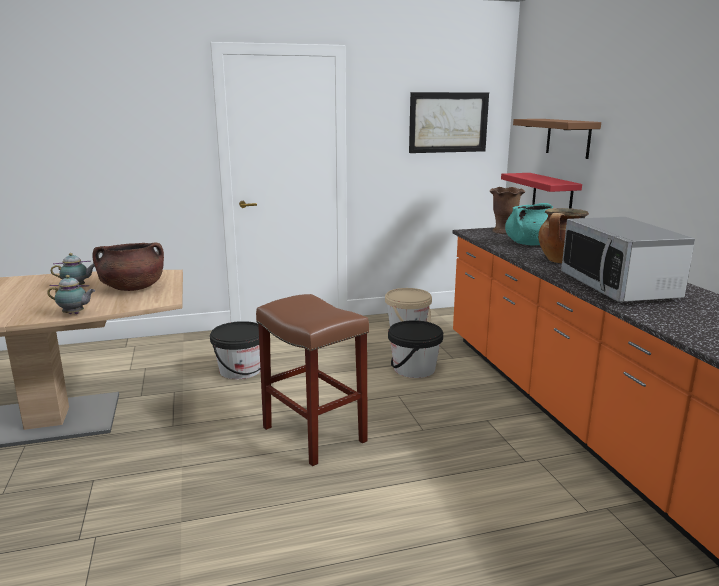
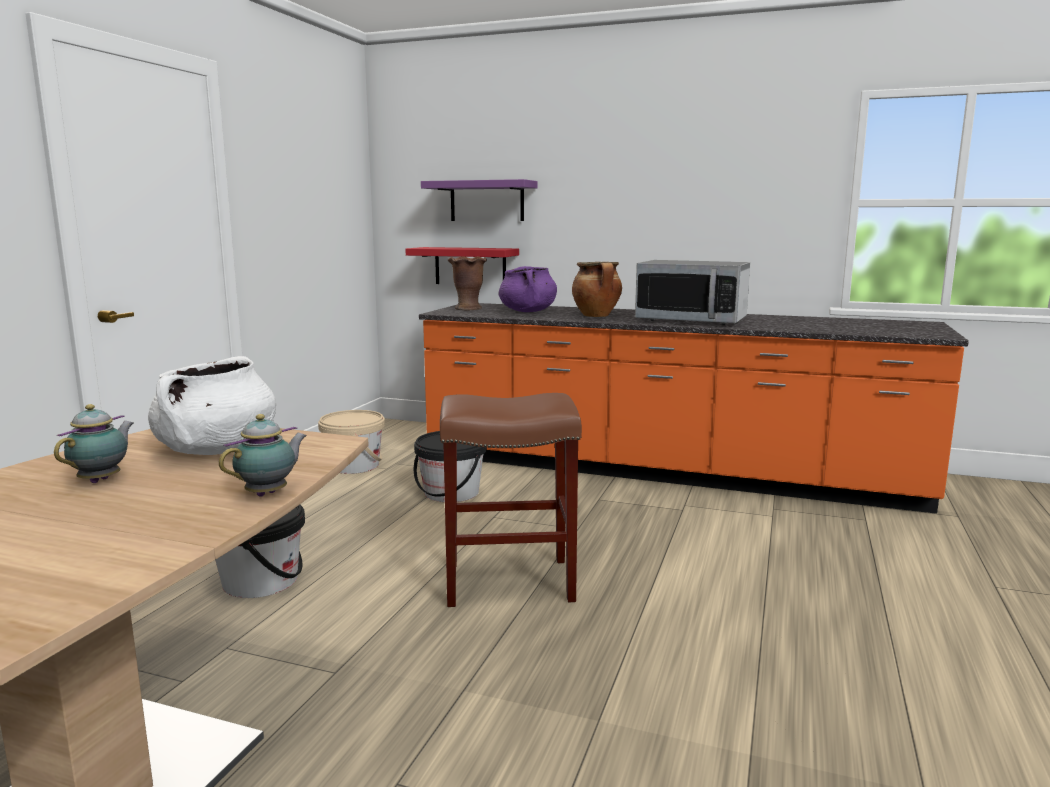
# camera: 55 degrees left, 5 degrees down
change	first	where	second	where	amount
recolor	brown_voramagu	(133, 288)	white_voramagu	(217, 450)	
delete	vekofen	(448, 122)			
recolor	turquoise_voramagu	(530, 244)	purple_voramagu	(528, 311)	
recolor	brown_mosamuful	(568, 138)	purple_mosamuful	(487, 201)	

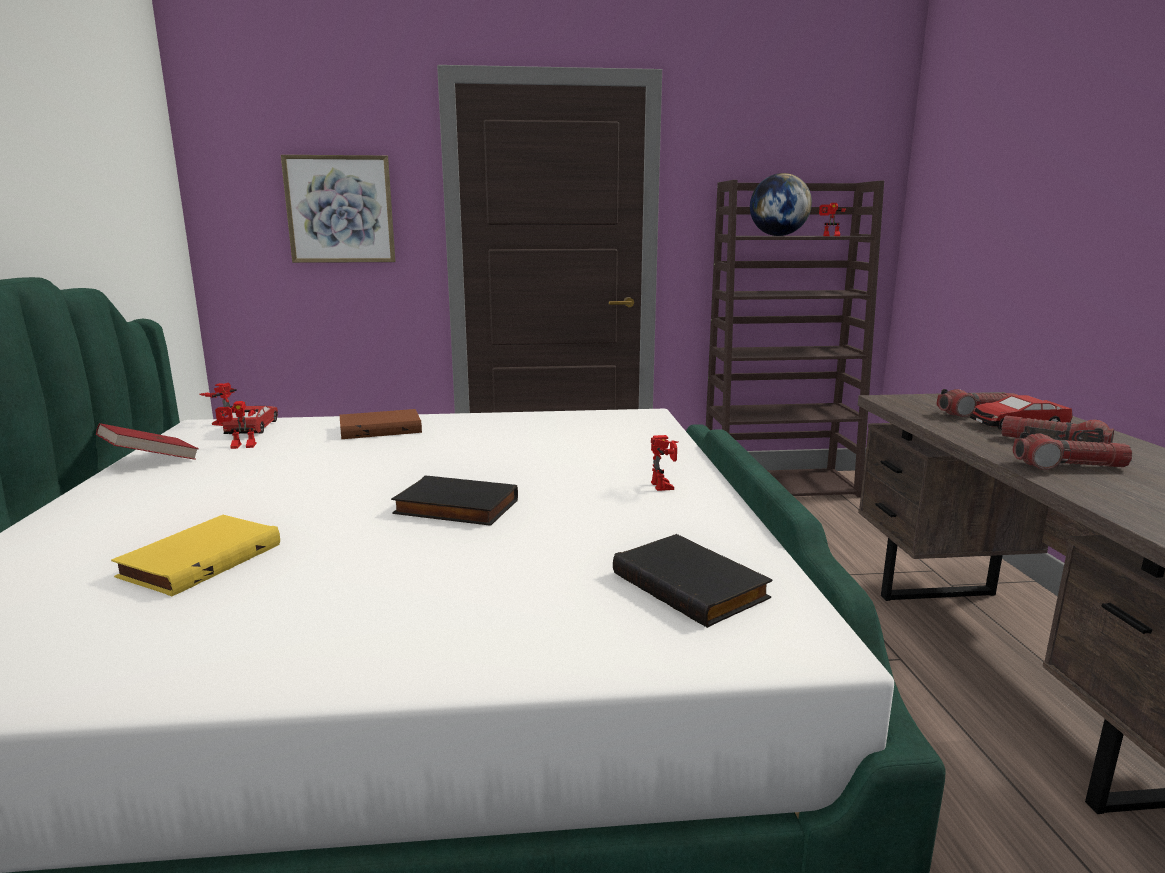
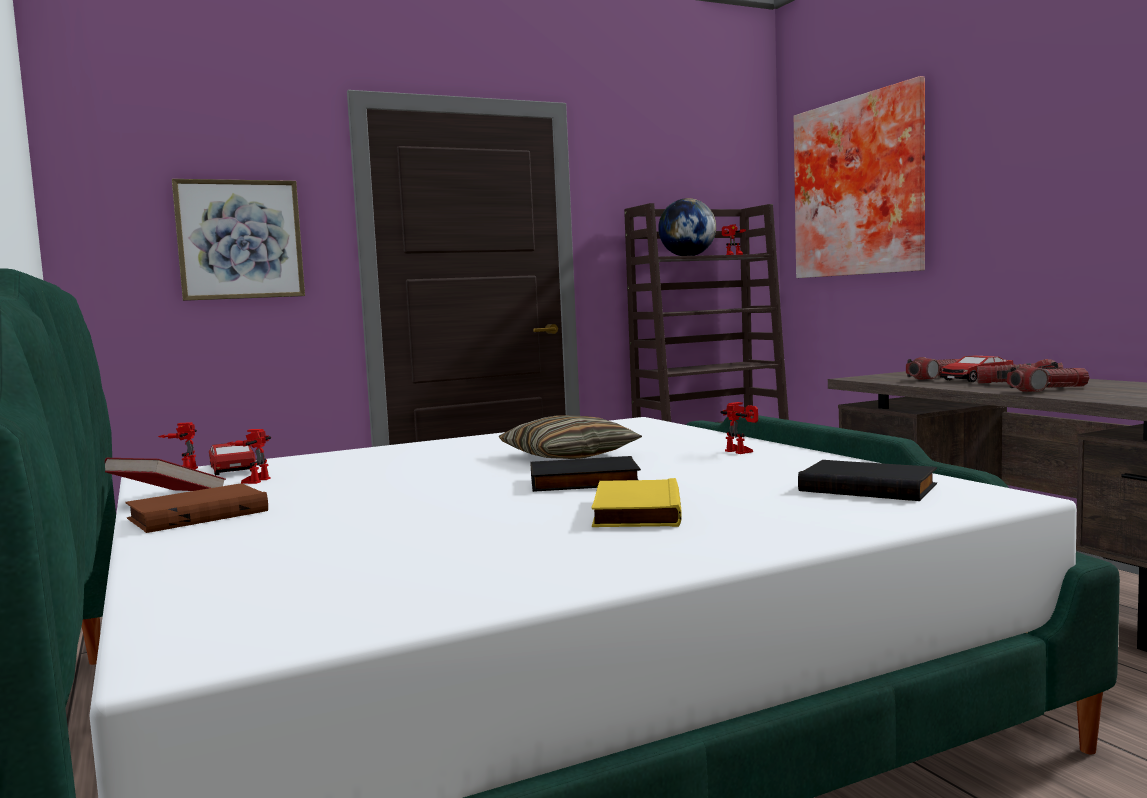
# camera: 20 degrees left, 10 degrees down
change	first	where	second	where	amount
move	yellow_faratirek	(200, 560)		(634, 511)	
rotate	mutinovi	(241, 447)		(254, 480)	135 degrees clockwise
move	brown_faratirek	(381, 428)		(198, 514)	
insert			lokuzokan	(569, 455)	
insert			vekofen	(861, 187)	

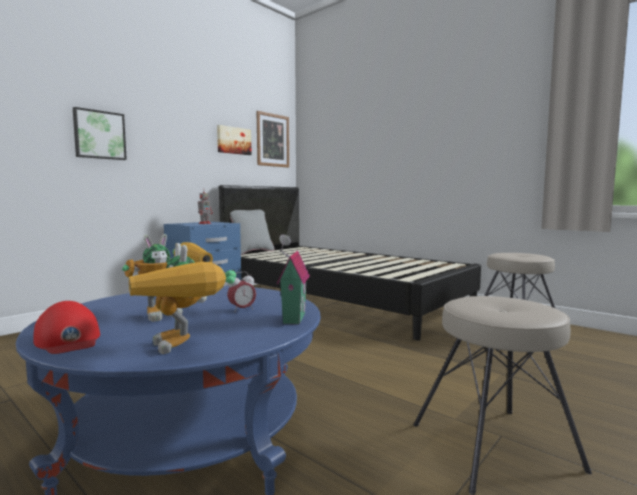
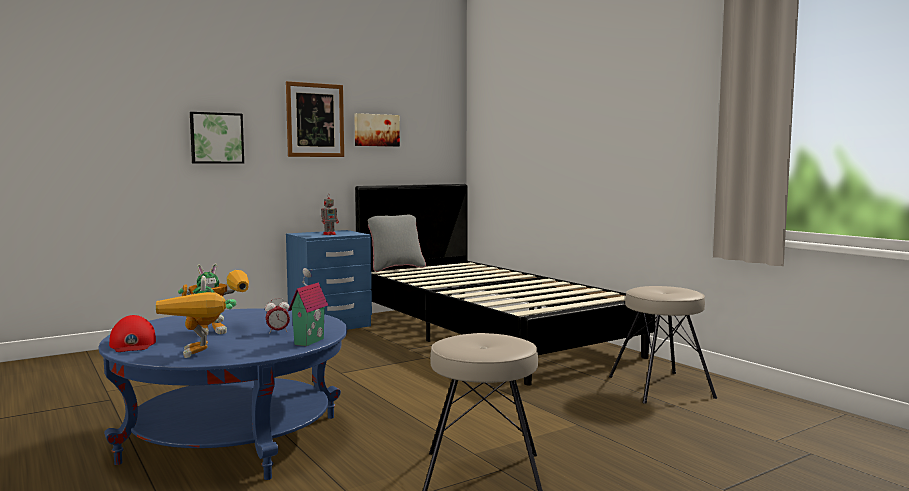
# camera: 15 degrees right, 0 degrees up
change	first	where	second	where	amount
move	vekofen	(272, 140)		(315, 120)	

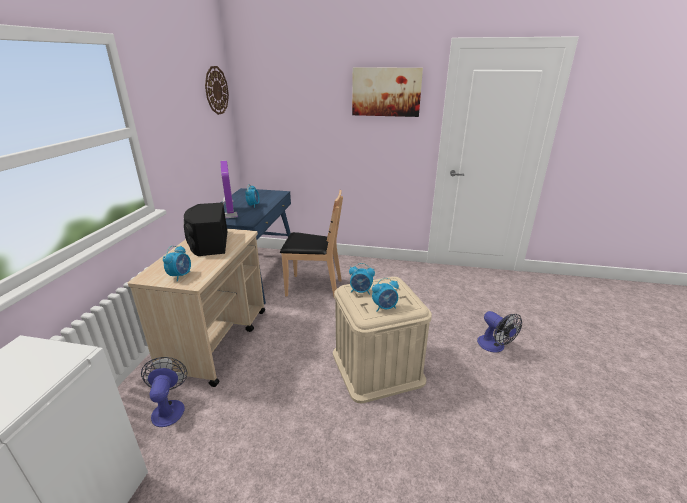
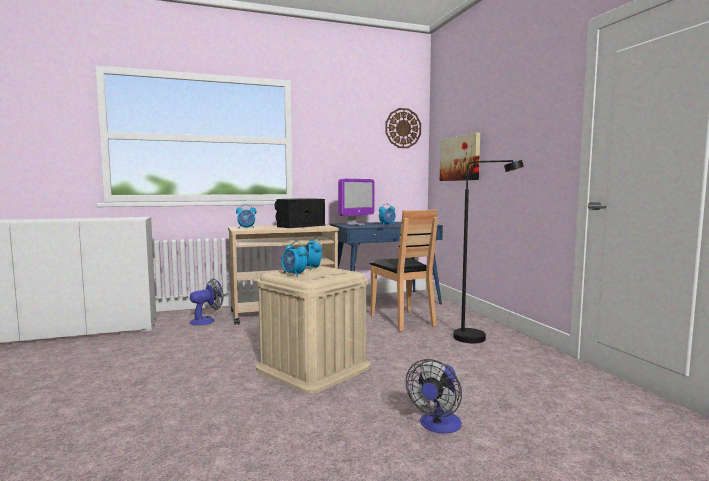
# camera: 60 degrees right, 20 degrees down
change	first	where	second	where	amount
move	vekofen	(386, 92)		(460, 158)	
insert			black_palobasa	(479, 338)	

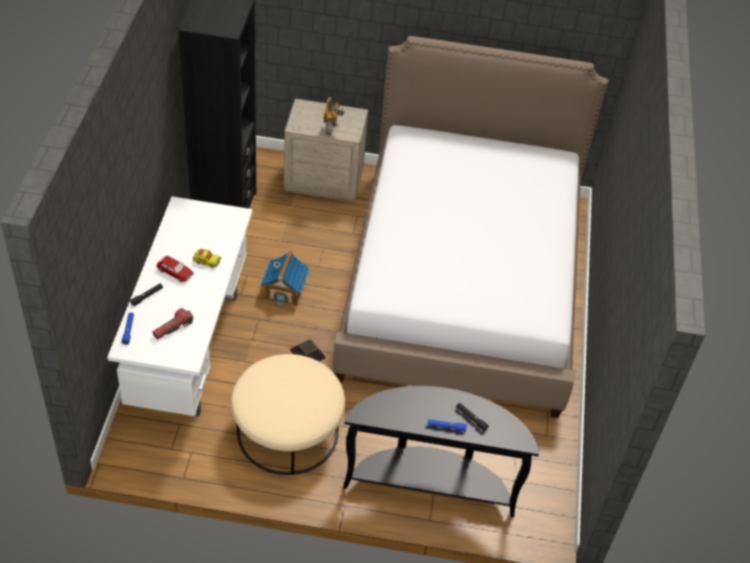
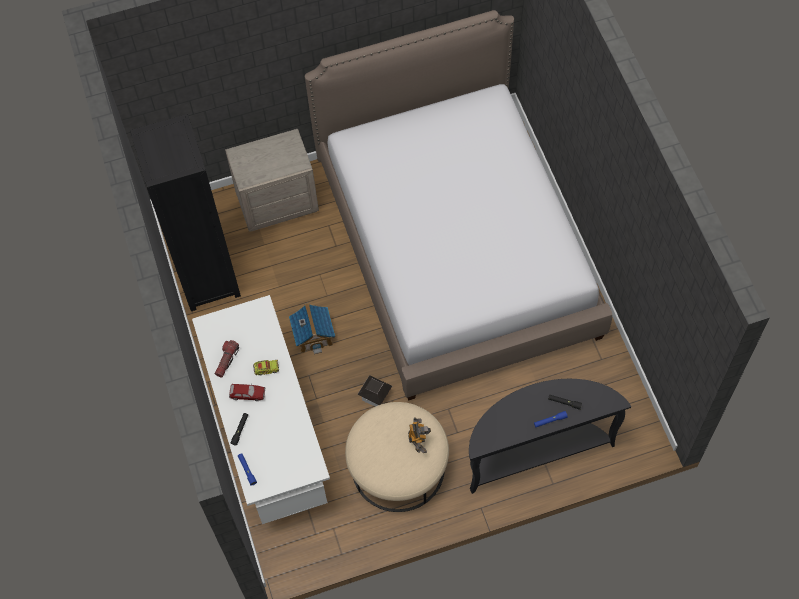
# camera: 20 degrees left, 15 degrees up
change	first	where	second	where	amount
move	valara	(173, 328)		(226, 361)	
move	mutinovi	(332, 129)		(418, 441)	

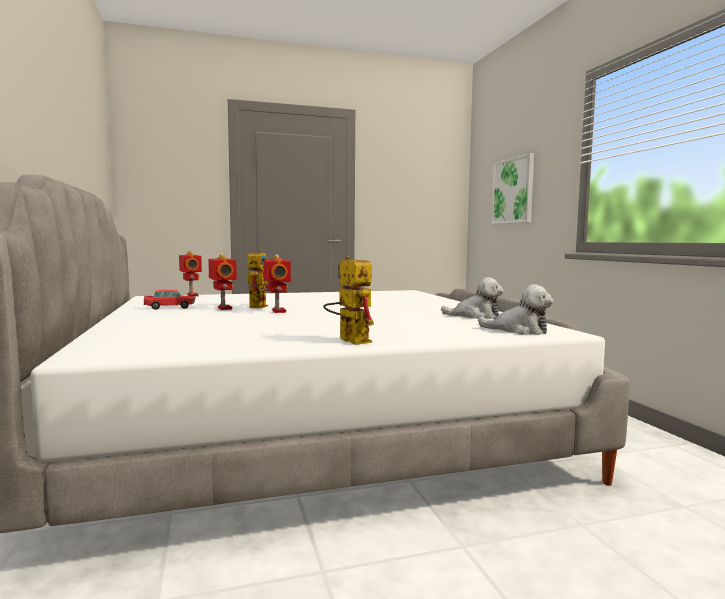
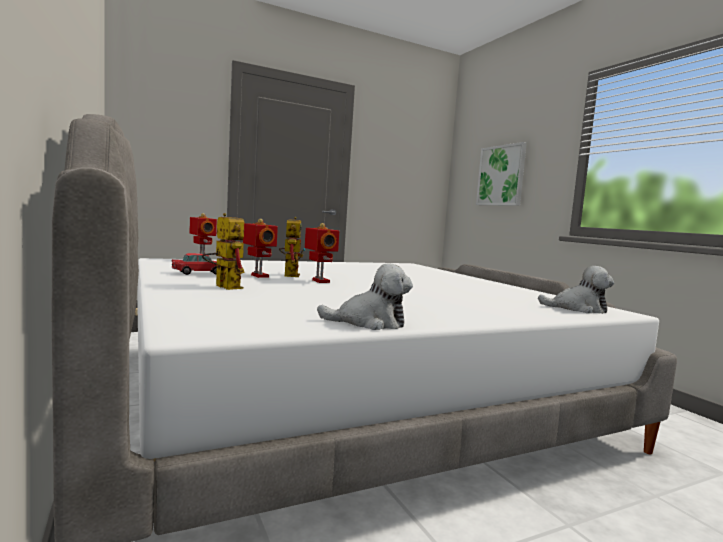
# camera: 10 degrees left, 0 degrees up
change	first	where	second	where	amount
move	mutinovi	(348, 340)		(223, 286)	
move	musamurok	(475, 316)		(369, 323)	

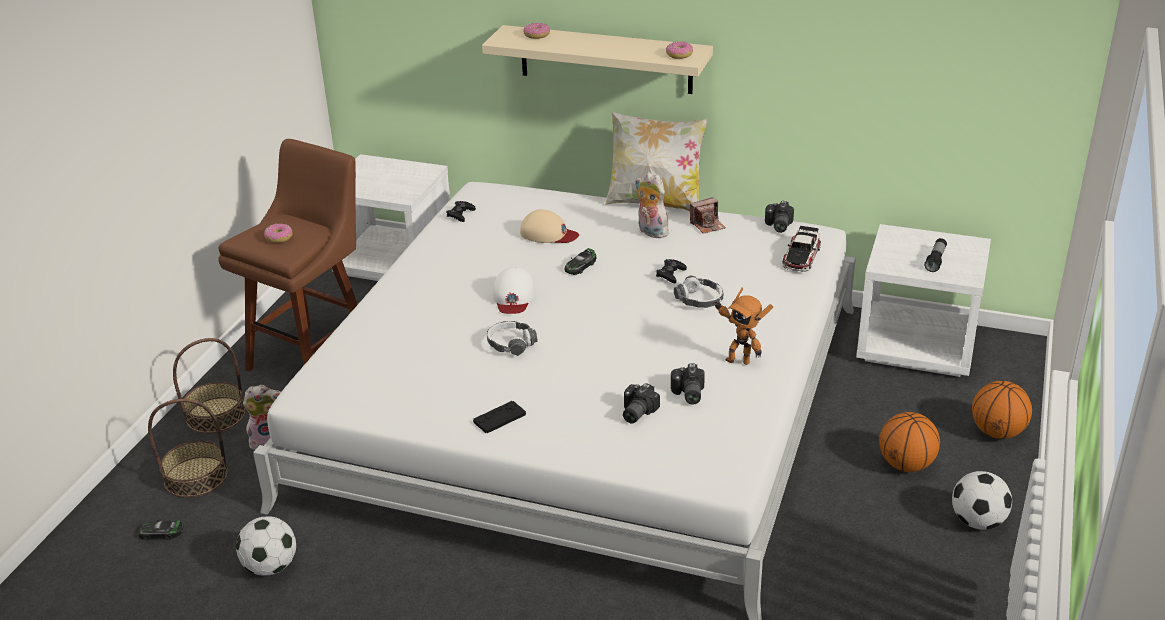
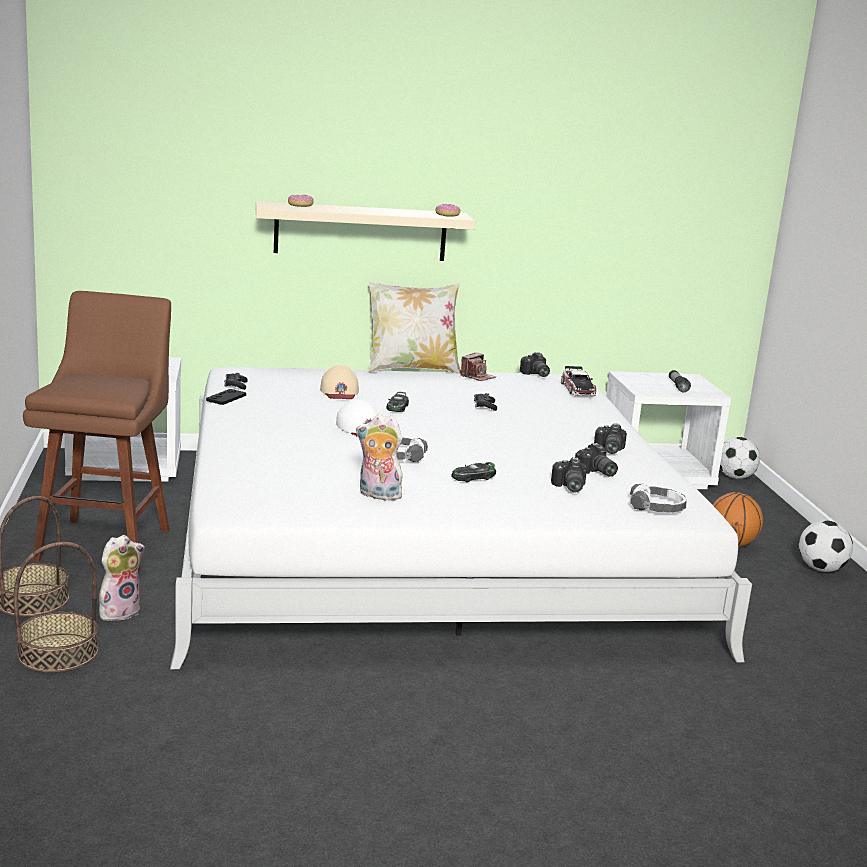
# camera: 30 degrees left, 15 degrees down
change	first	where	second	where	amount
move	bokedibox	(162, 533)		(473, 477)	
move	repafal	(271, 567)		(735, 477)	
delete	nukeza	(279, 238)			
move	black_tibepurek	(499, 418)		(226, 398)	
rotate	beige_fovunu	(548, 234)		(339, 391)	90 degrees clockwise
move	musamurok	(650, 232)		(377, 495)	
move	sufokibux	(699, 299)		(657, 508)	
replace	mutinovi	(738, 360)	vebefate	(608, 450)	
delete	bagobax	(997, 432)			

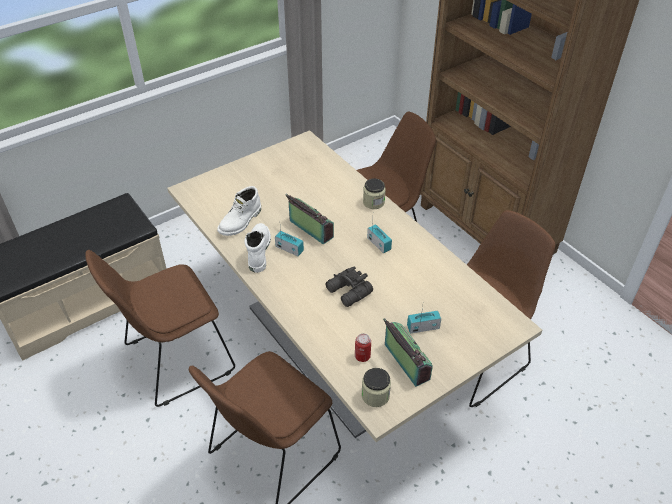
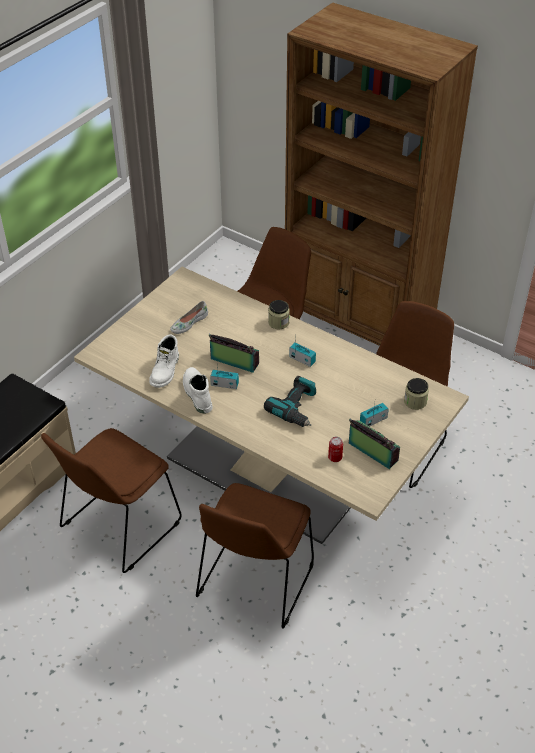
# camera: 20 degrees left, 0 degrees up
change	first	where	second	where	amount
replace	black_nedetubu	(348, 292)	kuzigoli	(297, 408)	
move	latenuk	(375, 395)		(415, 402)	
insert			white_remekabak	(188, 323)	

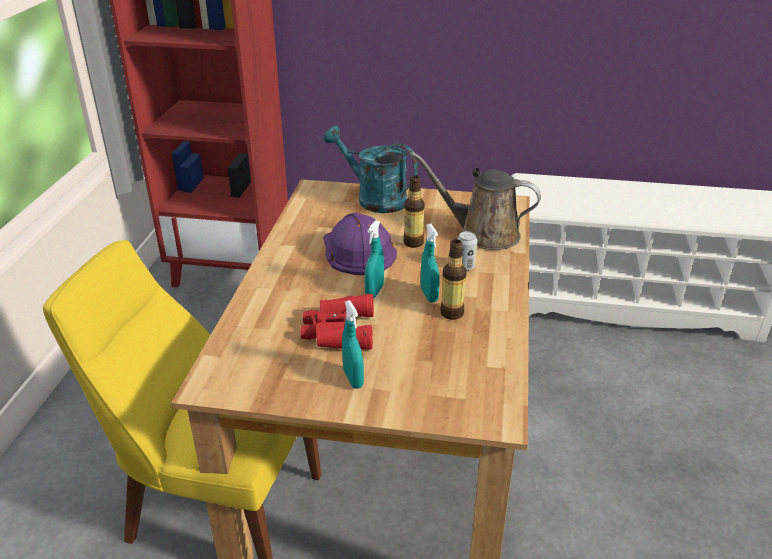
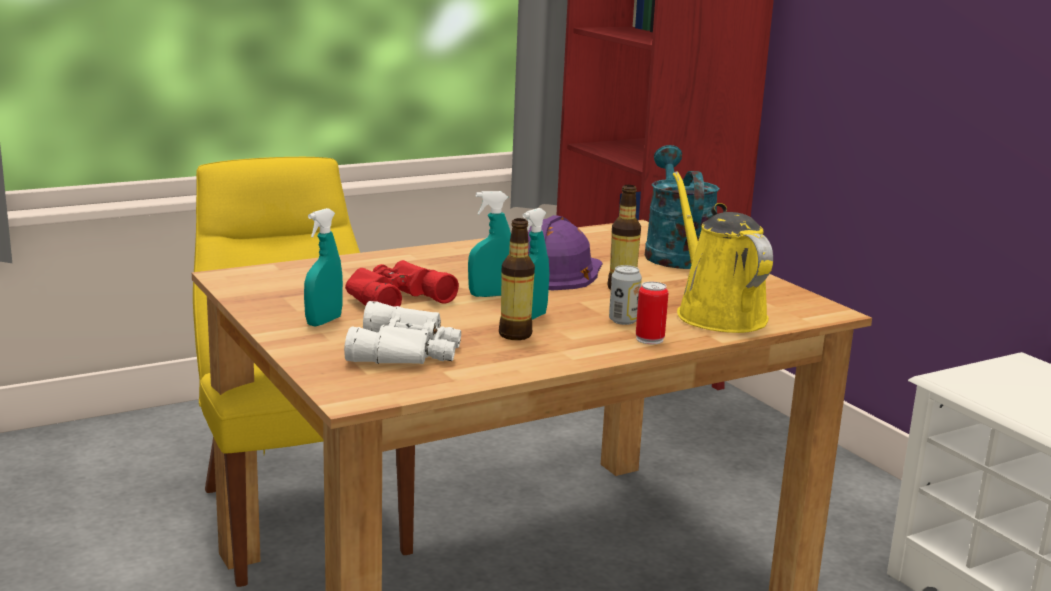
# camera: 50 degrees right, 15 degrees down
change	first	where	second	where	amount
recolor	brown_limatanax	(483, 234)	yellow_limatanax	(716, 313)	
insert			white_nedetubu	(407, 350)	
insert			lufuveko	(649, 339)	

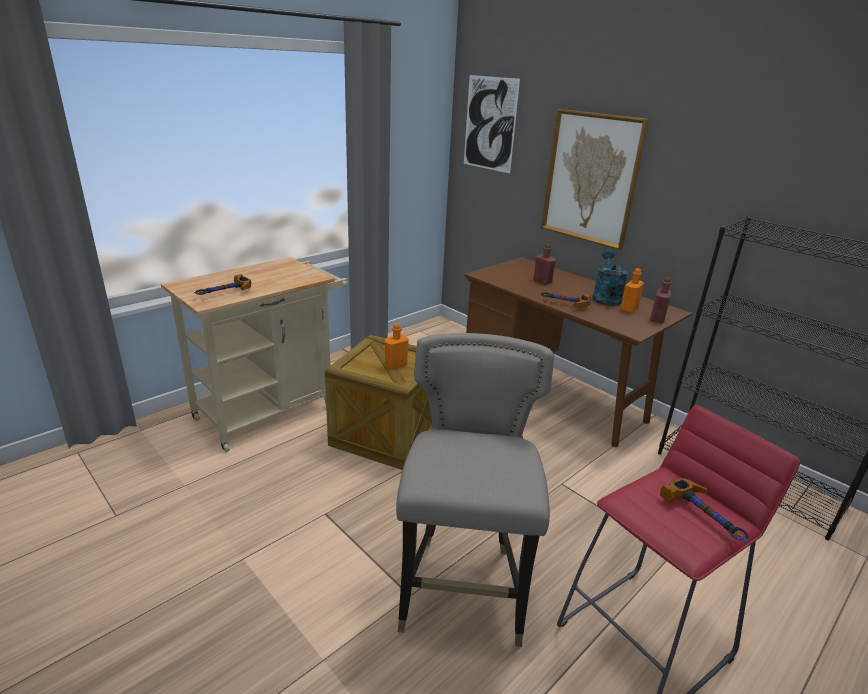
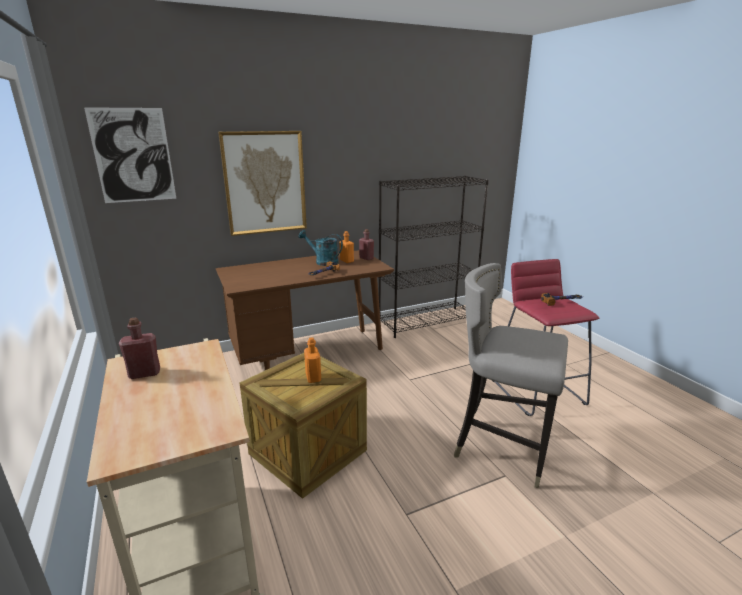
# camera: 70 degrees left, 5 degrees down
change	first	where	second	where	amount
delete	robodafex	(224, 294)			
move	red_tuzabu	(542, 281)		(144, 373)	

